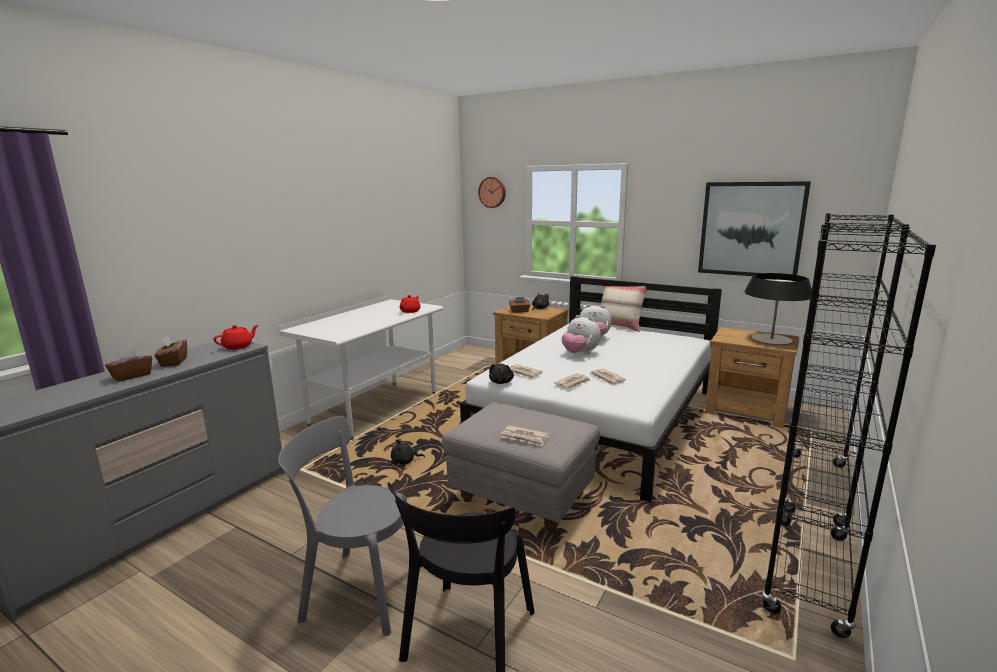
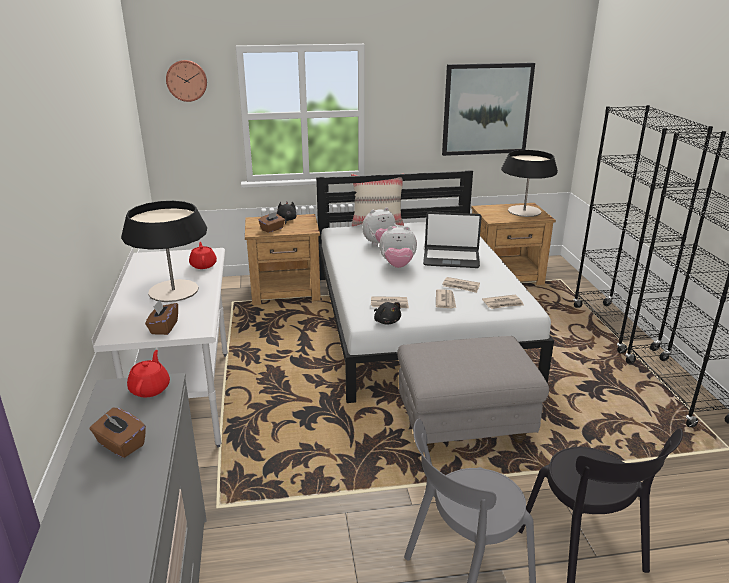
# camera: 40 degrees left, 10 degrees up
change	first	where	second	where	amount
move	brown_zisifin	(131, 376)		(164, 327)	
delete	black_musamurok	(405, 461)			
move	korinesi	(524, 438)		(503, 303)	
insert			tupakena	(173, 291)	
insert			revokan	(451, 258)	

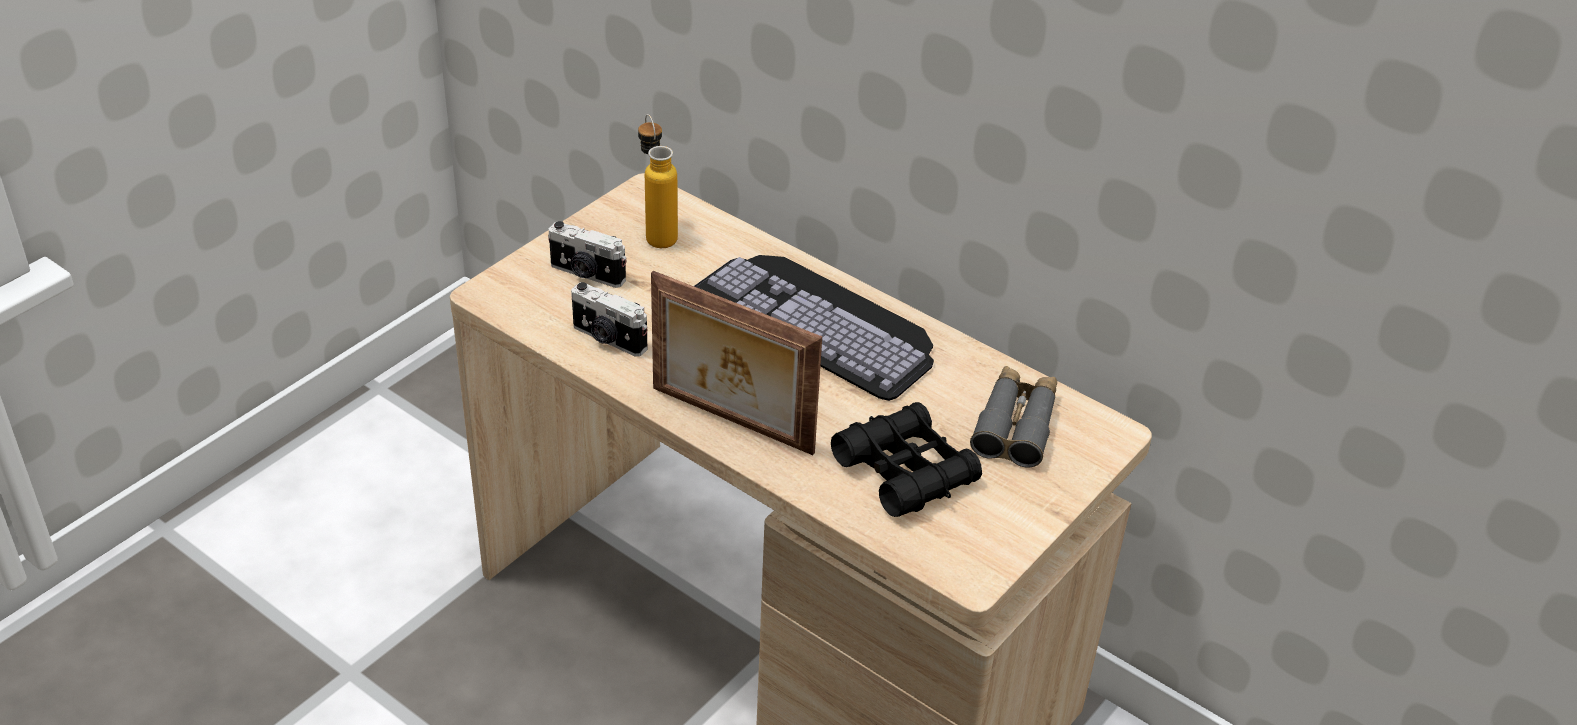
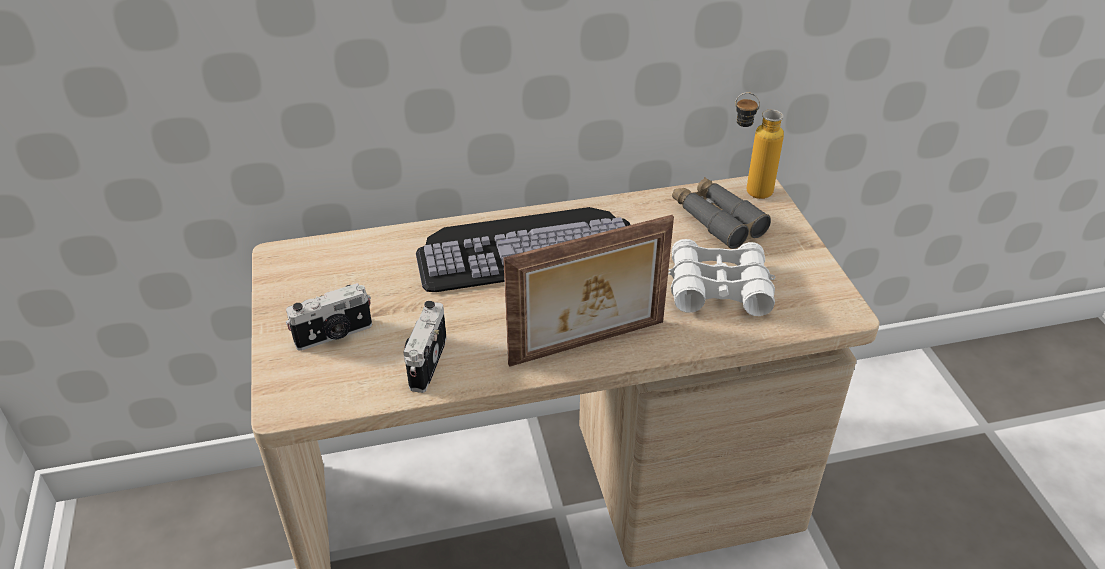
# camera: 50 degrees left, 0 degrees up
change	first	where	second	where	amount
rotate	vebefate	(608, 339)		(425, 362)	120 degrees clockwise
move	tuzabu	(657, 233)		(748, 190)	
recolor	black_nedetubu	(905, 471)	white_nedetubu	(718, 288)	

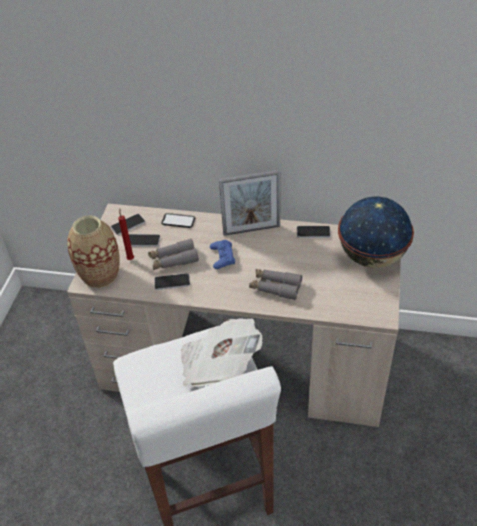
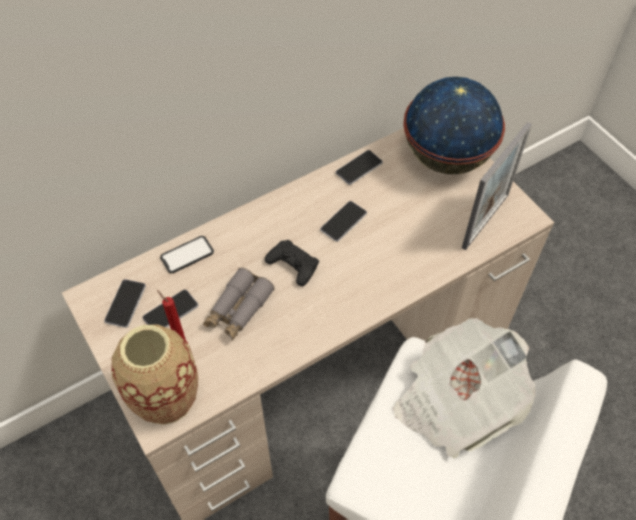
# camera: 45 degrees left, 10 degrees up
change	first	where	second	where	amount
move	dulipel	(172, 282)		(343, 222)	
recolor	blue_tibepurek	(222, 257)	black_tibepurek	(293, 265)	
move	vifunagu	(251, 230)		(485, 221)	
delete	grey_nedetubu	(275, 287)			

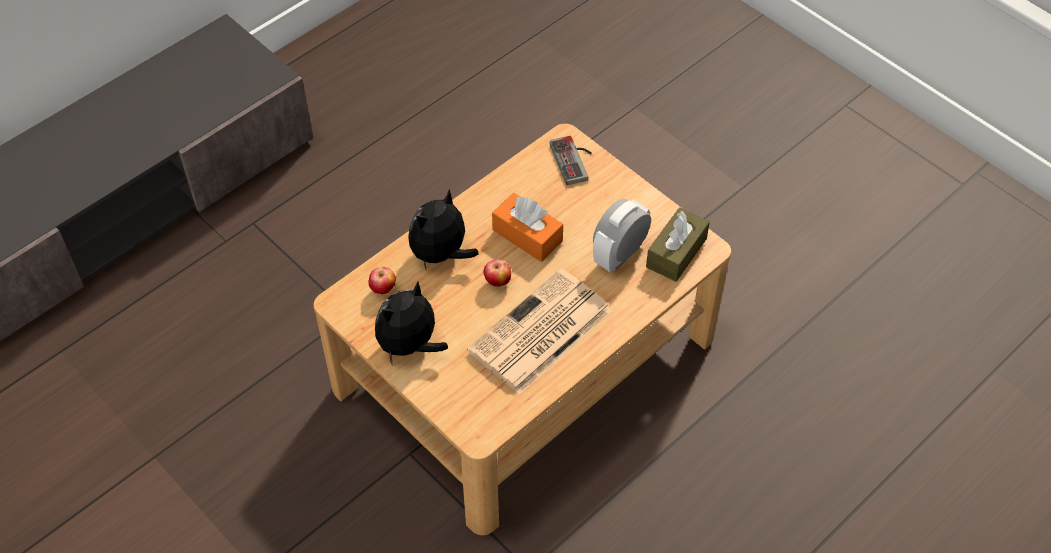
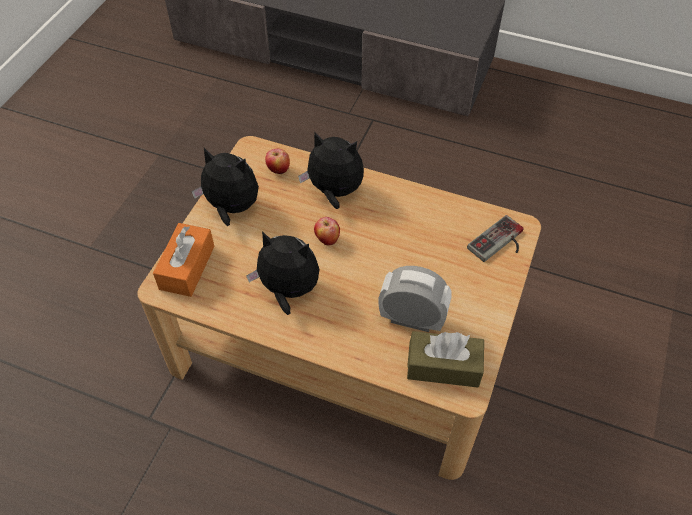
# camera: 65 degrees right, 0 degrees up
change	first	where	second	where	amount
replace	korinesi	(539, 333)	musamurok	(288, 290)	
move	orange_zisifin	(527, 235)		(187, 267)	

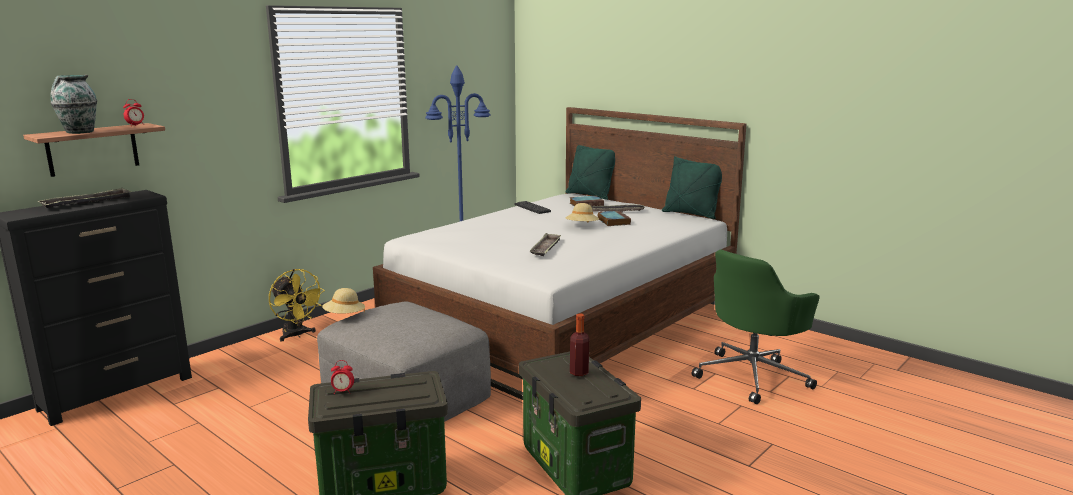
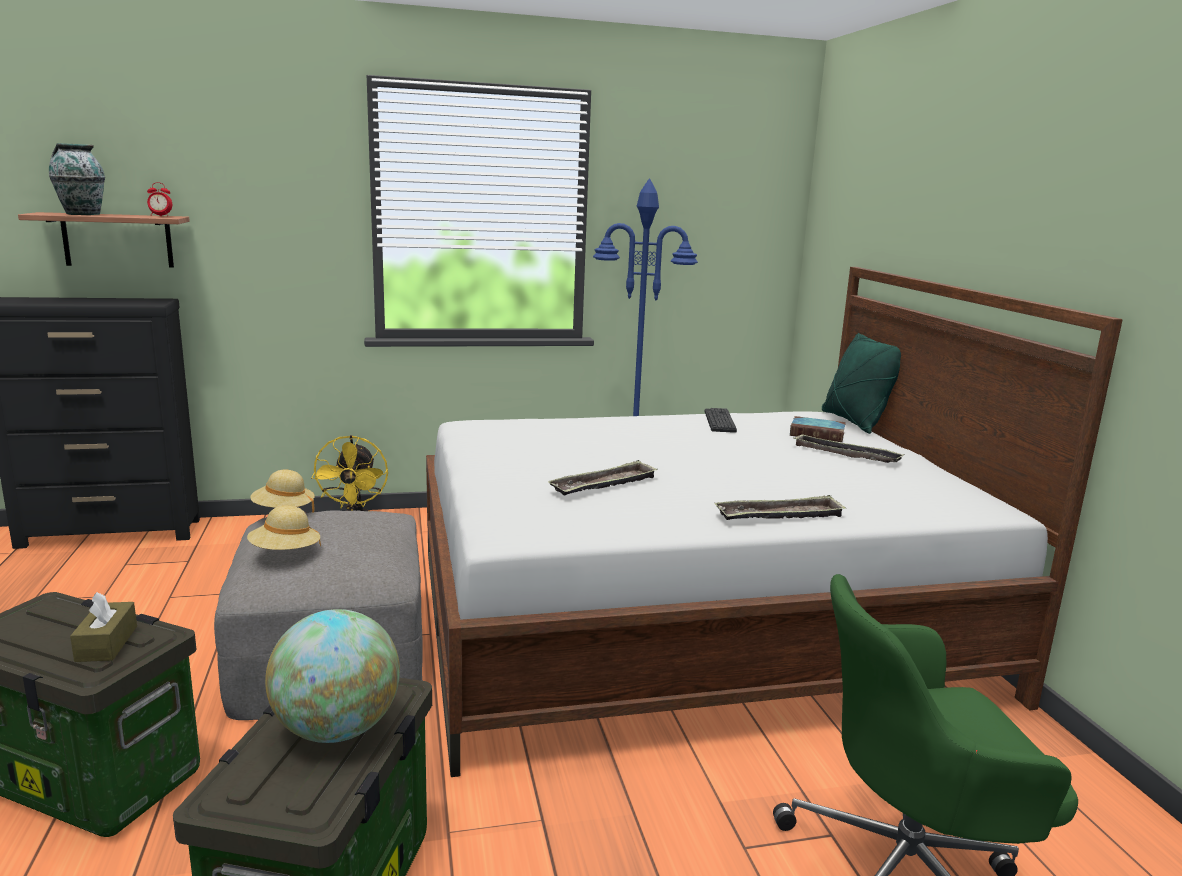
# camera: 35 degrees right, 0 degrees up
change	first	where	second	where	amount
move	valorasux	(87, 202)		(779, 516)	
delete	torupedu	(343, 392)			
move	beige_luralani	(582, 226)		(285, 553)	
replace	tuzabu	(579, 372)	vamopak	(337, 729)	
delete	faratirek	(613, 221)			
delete	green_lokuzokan	(691, 214)			
insert			brown_zisifin	(107, 643)	

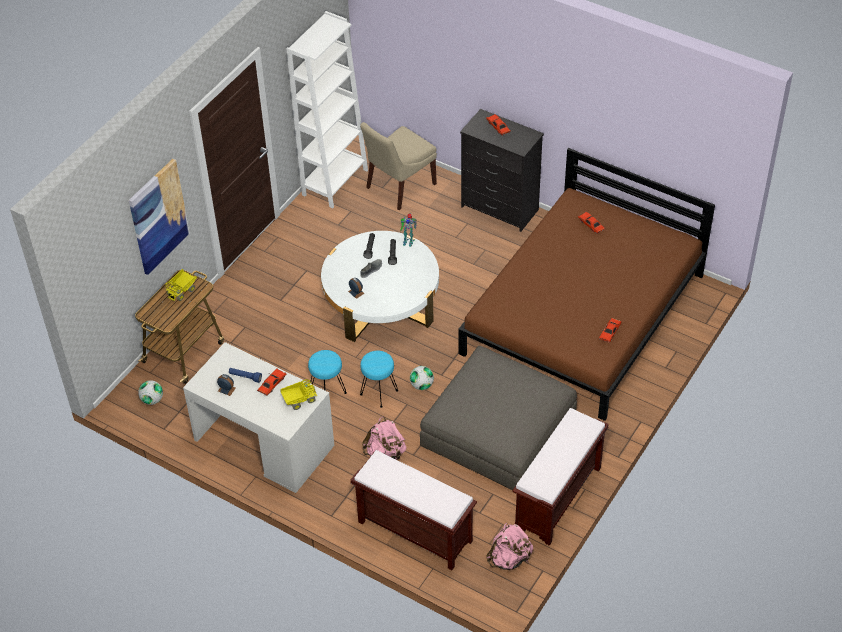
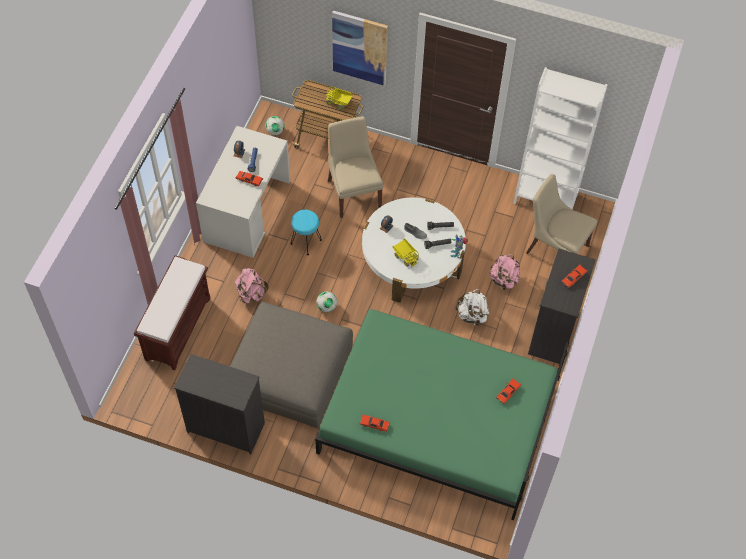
# camera: 75 degrees right, 10 degrees up
change	first	where	second	where	amount
move	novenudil	(299, 400)		(405, 256)	
delete	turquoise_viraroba	(378, 393)			
recolor	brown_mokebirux	(584, 314)	green_mokebirux	(438, 420)	
move	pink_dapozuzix	(509, 558)		(504, 280)	
replace	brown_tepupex	(558, 499)	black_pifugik	(225, 427)	
insert			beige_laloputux	(353, 192)	
insert			white_dapozuzix	(472, 315)	

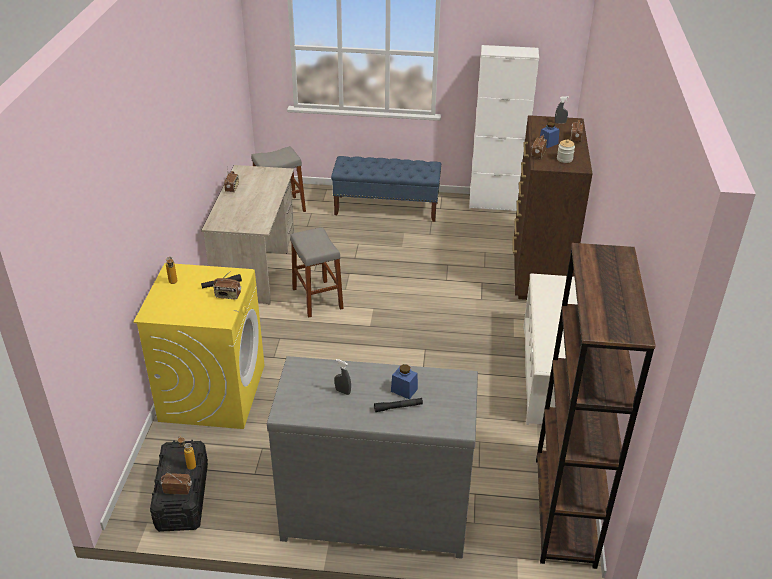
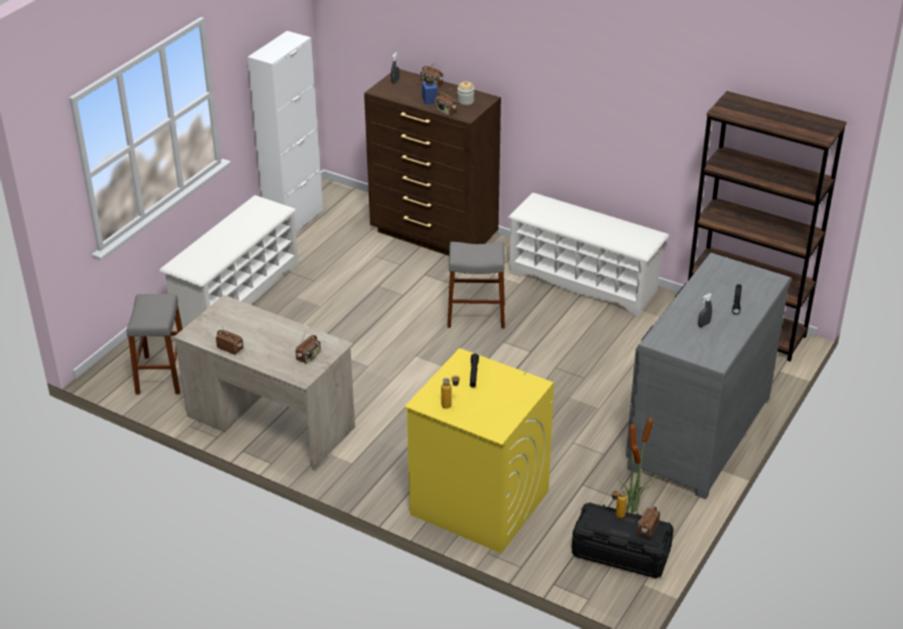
# camera: 65 degrees left, 0 degrees up
change	first	where	second	where	amount
move	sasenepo	(228, 296)		(309, 357)	
move	grey_viraroba	(317, 298)		(476, 315)	
replace	blue_tepupex	(387, 208)	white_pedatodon	(236, 294)	
delete	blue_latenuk	(404, 390)			
insert			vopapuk	(633, 508)	

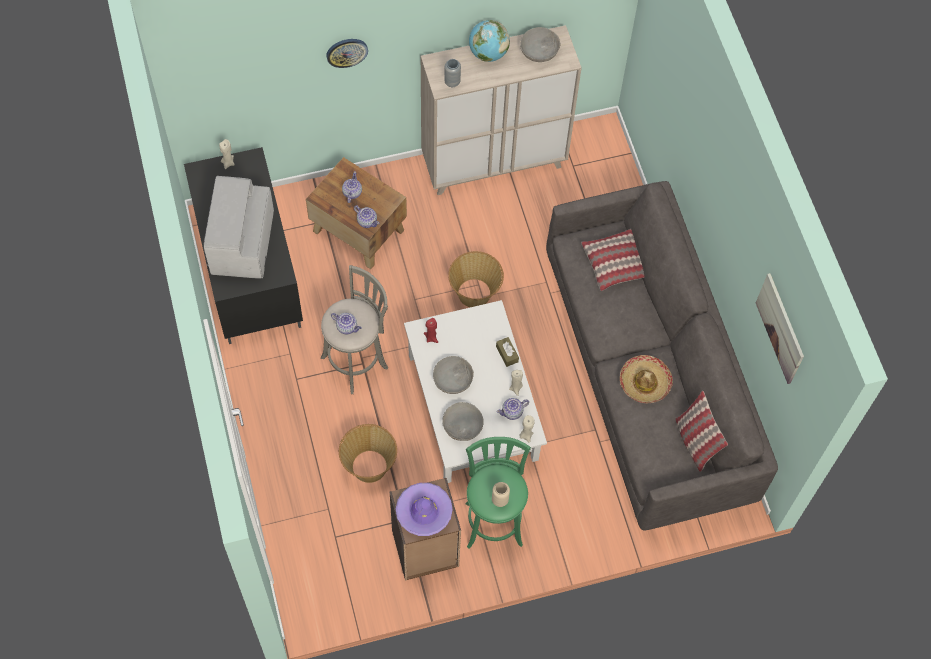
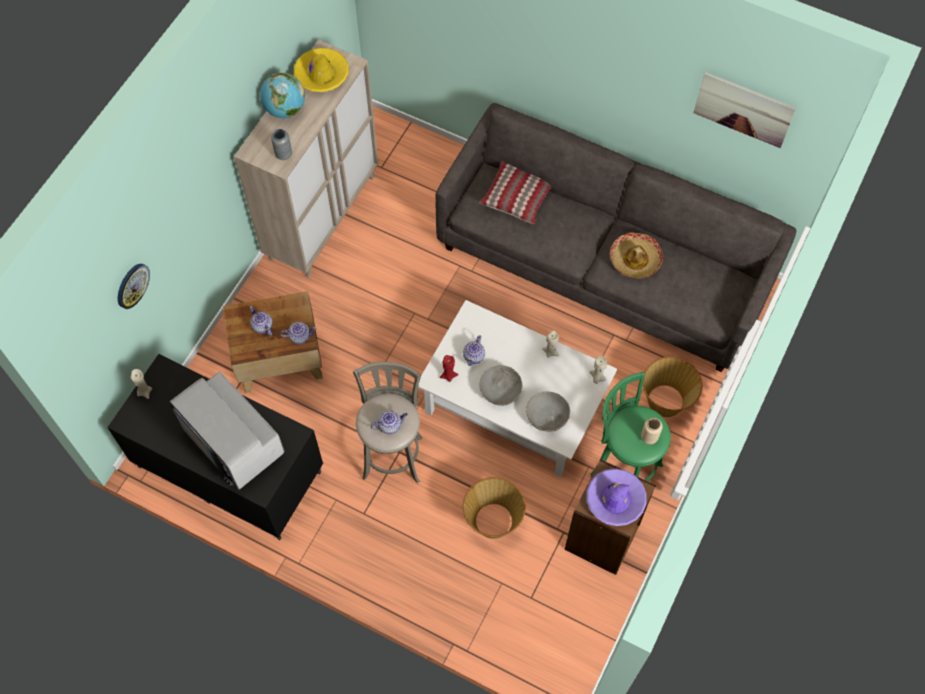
# camera: 45 degrees left, 0 degrees up
change	first	where	second	where	amount
move	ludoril	(346, 52)		(132, 285)	
move	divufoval	(475, 293)		(666, 400)	
delete	brown_zisifin	(507, 354)			
move	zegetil	(512, 412)		(474, 356)	
replace	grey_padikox	(539, 51)	yellow_luralani	(321, 74)	
delete	lokuzokan	(695, 442)			

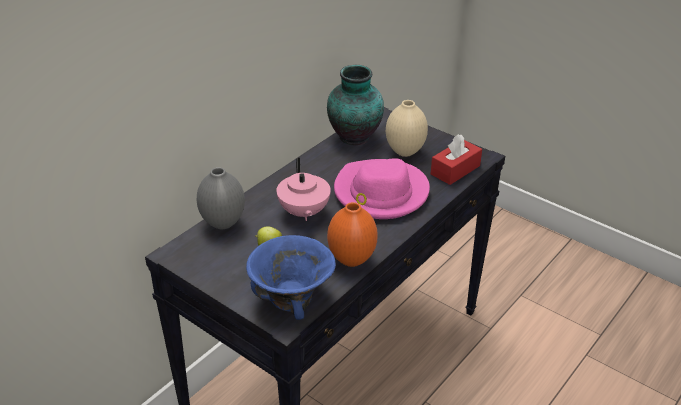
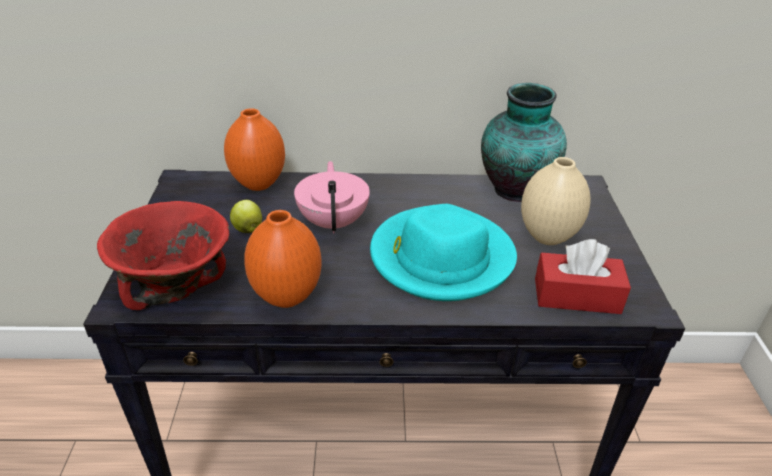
# camera: 50 degrees right, 0 degrees up
change	first	where	second	where	amount
recolor	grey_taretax	(223, 222)	orange_taretax	(259, 183)	
recolor	blue_padikox	(292, 297)	red_padikox	(175, 285)	
rotate	pink_zegetil	(303, 212)		(333, 222)	135 degrees clockwise
recolor	pink_luralani	(380, 193)	turquoise_luralani	(440, 257)	

